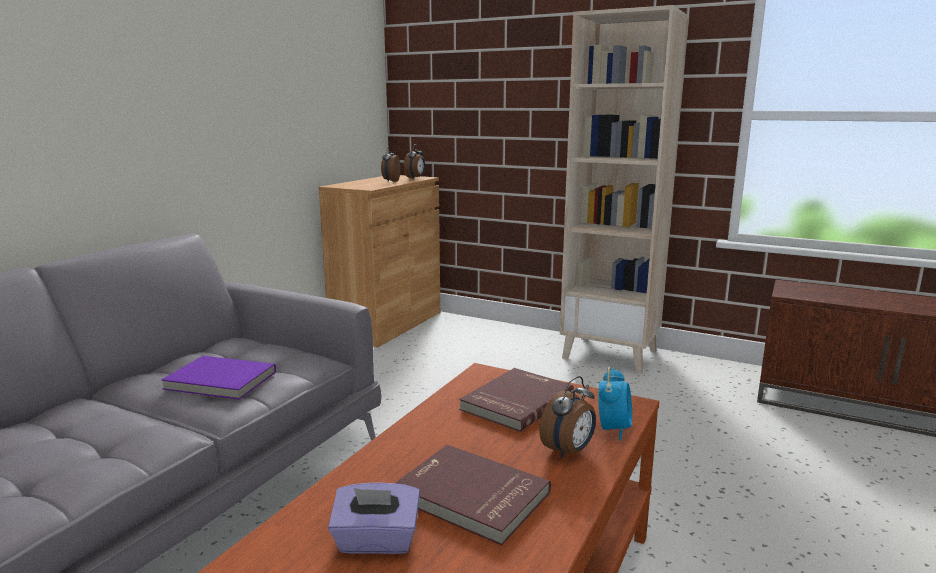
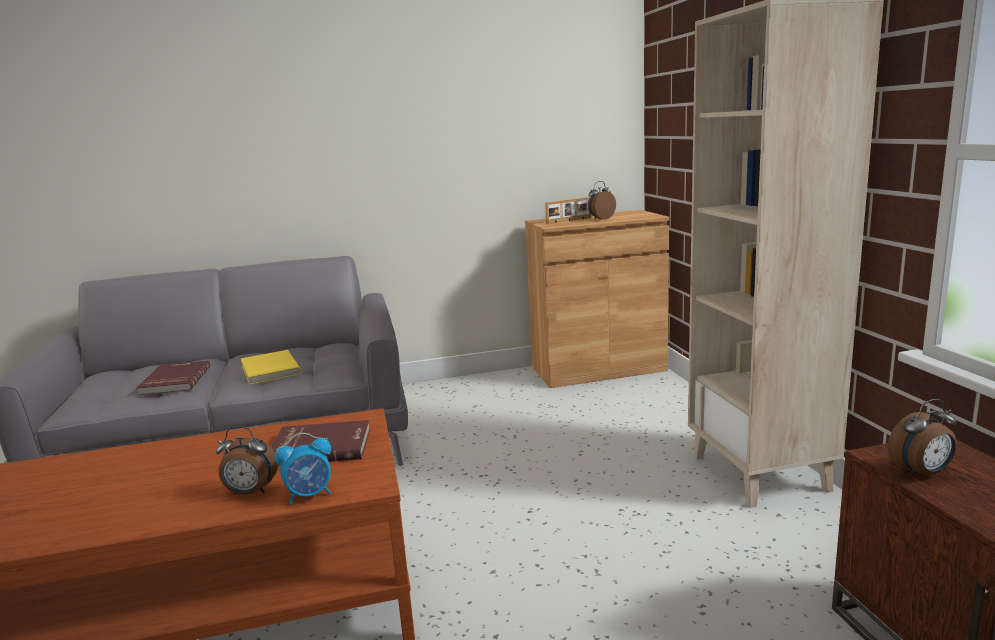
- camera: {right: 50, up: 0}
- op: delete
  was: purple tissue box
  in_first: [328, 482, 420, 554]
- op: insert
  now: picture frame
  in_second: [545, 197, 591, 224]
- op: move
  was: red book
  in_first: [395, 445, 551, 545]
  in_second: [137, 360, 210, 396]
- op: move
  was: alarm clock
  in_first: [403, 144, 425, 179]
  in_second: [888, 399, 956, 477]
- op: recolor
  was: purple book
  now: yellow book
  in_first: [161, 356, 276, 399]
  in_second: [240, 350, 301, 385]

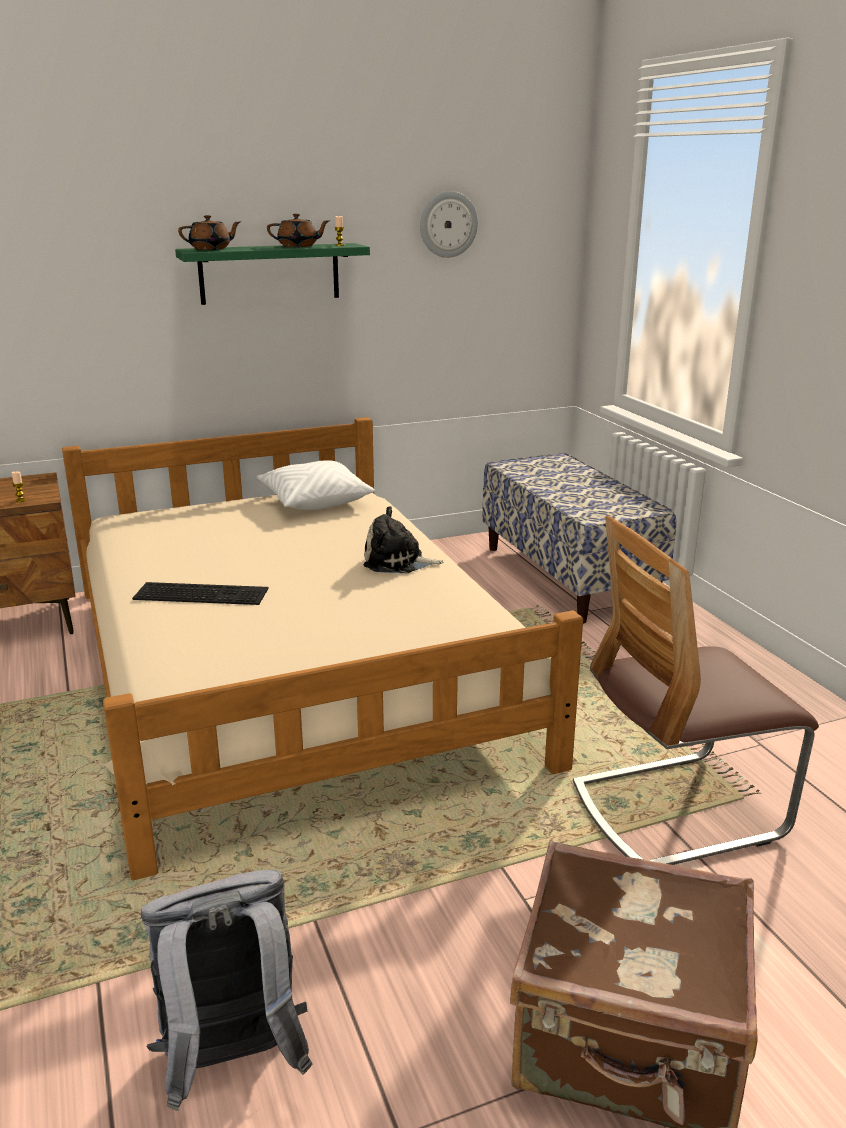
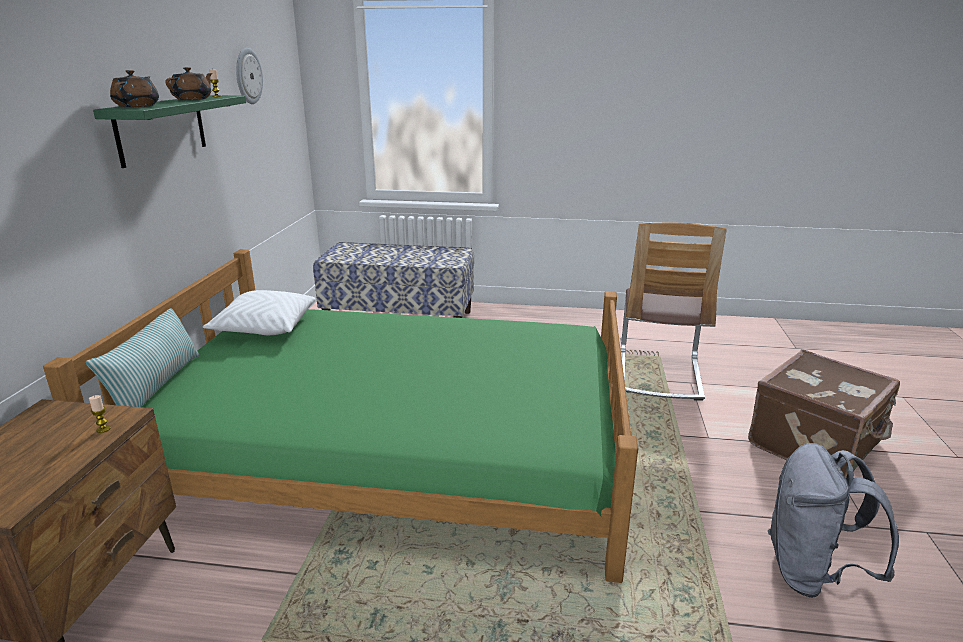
- camera: {right: -60, up: 0}
- op: delete
  was: keyboard
  in_first: [132, 582, 269, 605]
- op: delete
  was: plush toy
  in_first: [363, 506, 444, 573]
- op: insert
  now: pillow
  in_second: [86, 308, 200, 407]
- op: recolor
  was: beige bed
  now: green bed
  in_first: [62, 417, 583, 881]
  in_second: [43, 249, 638, 583]

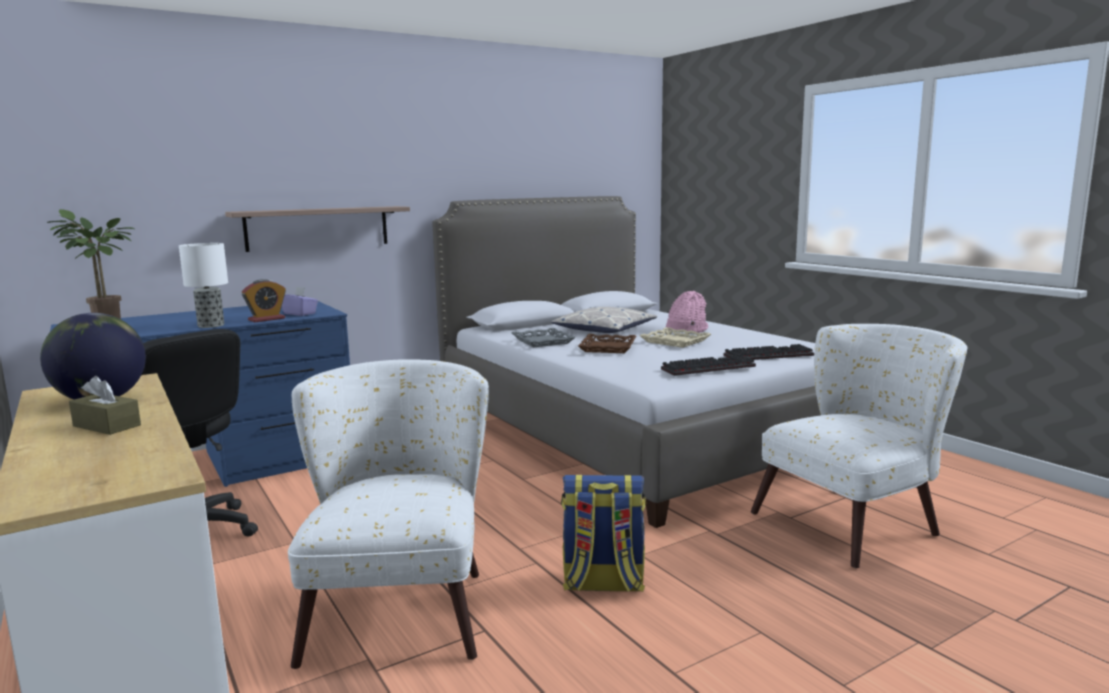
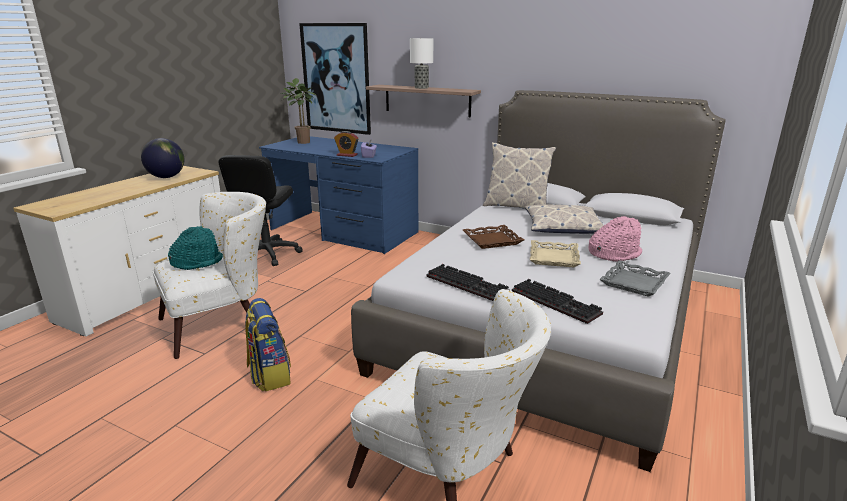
- camera: {right: 60, up: 10}
- op: delete
  was: brown tissue box
  in_first: [69, 376, 141, 435]
- op: insert
  now: turquoise hat
  in_second: [168, 226, 223, 270]
- op: insert
  now: picture
  in_second: [299, 23, 371, 135]
- op: insert
  now: pillow
  in_second: [483, 142, 556, 209]
- op: move
  was: table lamp
  in_first: [179, 243, 228, 328]
  in_second: [410, 38, 433, 89]
- op: move
  was: grey tray
  in_first: [511, 328, 576, 348]
  in_second: [599, 260, 671, 297]

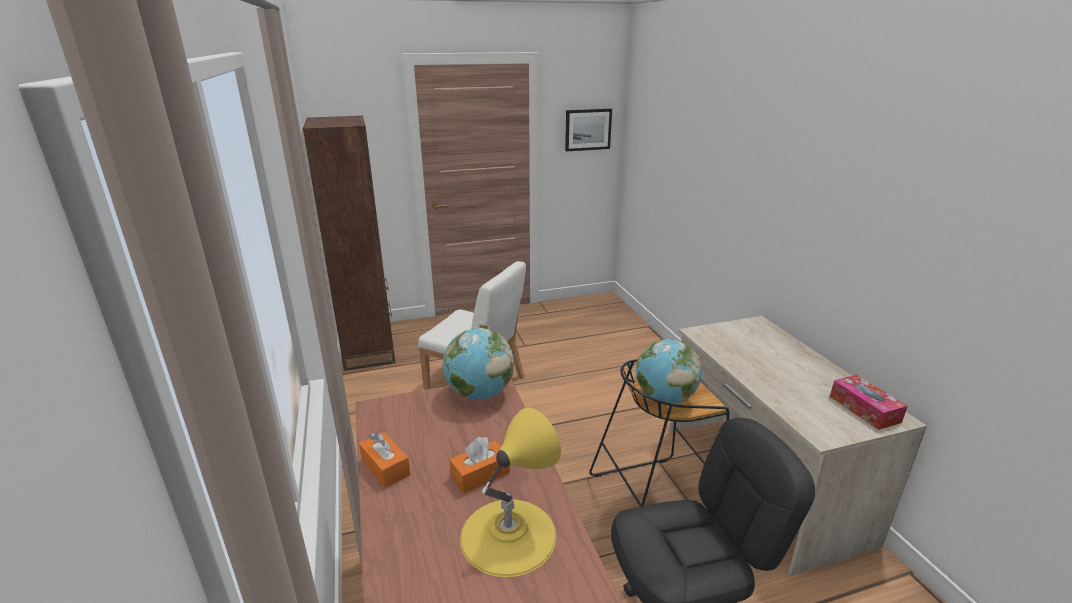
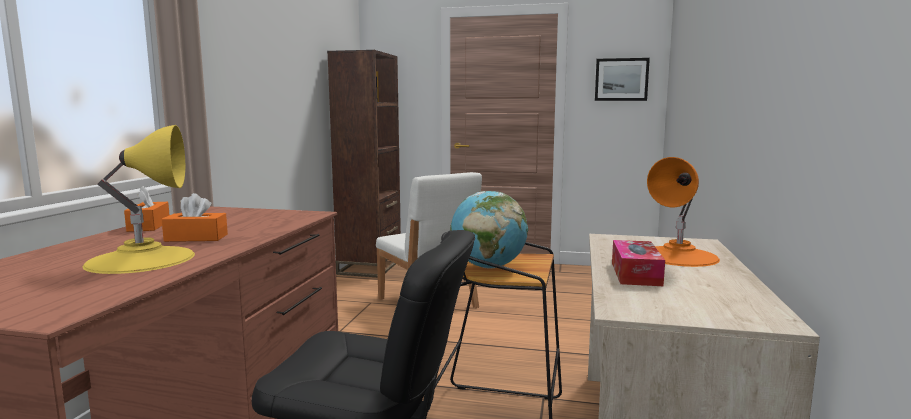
- camera: {right: 30, up: -15}
- op: delete
  was: globe
  in_first: [443, 328, 514, 400]
- op: insert
  now: orange table lamp
  in_second: [647, 157, 720, 267]
- op: move
  was: tissue box
  in_first: [830, 375, 908, 430]
  in_second: [612, 240, 665, 286]

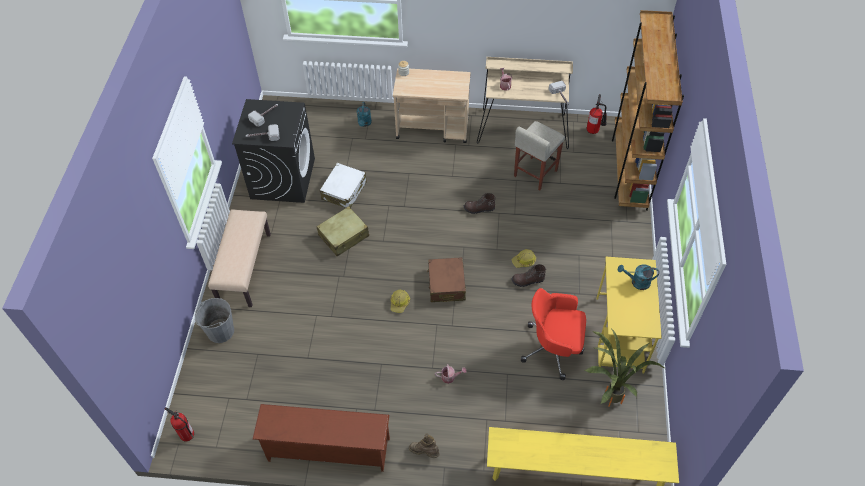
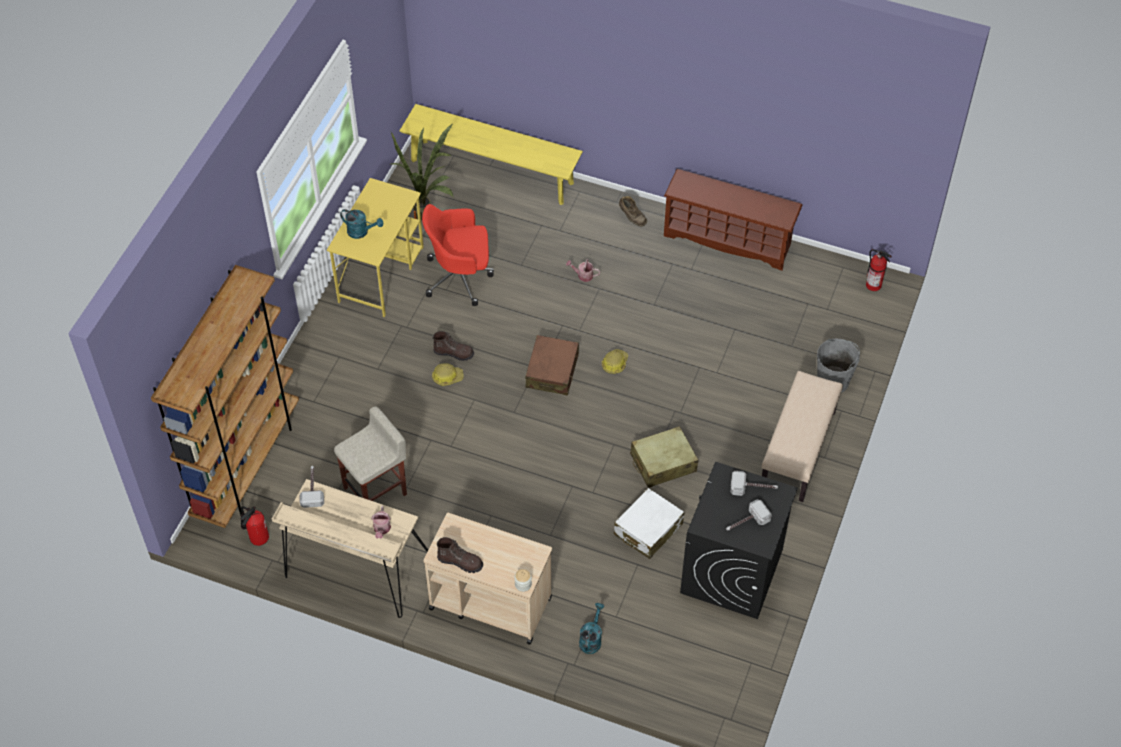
- camera: {right: -165, up: 0}
- op: move
  was: brown boot
  in_first: [464, 193, 496, 214]
  in_second: [437, 537, 483, 573]
- op: rotate
  was: red office chair
  in_first: [521, 288, 586, 380]
  in_second: [422, 204, 494, 306]
  clockwise: 150

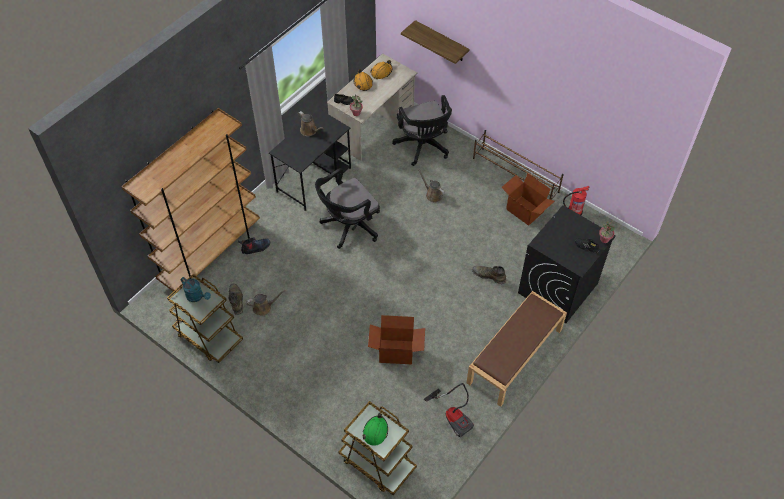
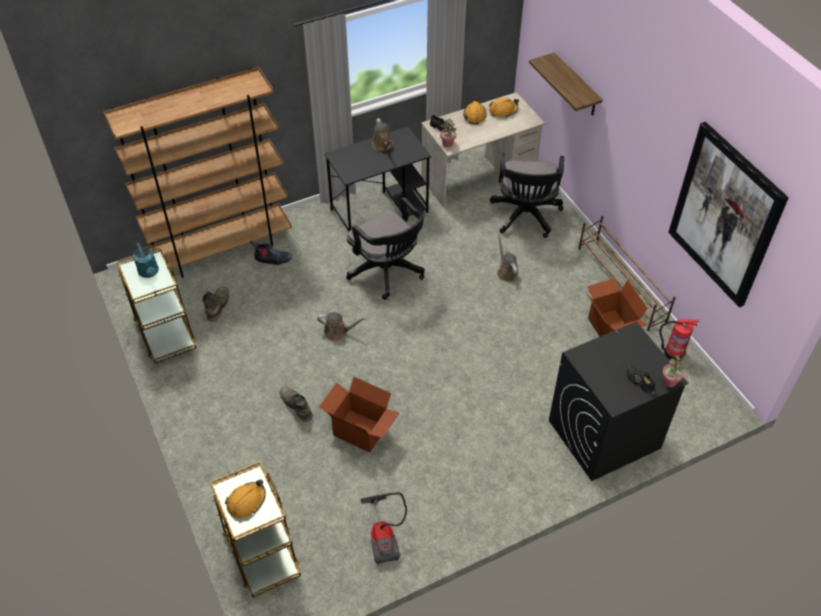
- camera: {right: 25, up: -5}
- op: delete
  was: brown bench
  in_first: [467, 291, 567, 407]
- op: insert
  now: picture
  in_second: [668, 122, 789, 308]
- op: move
  was: brown watering can
  in_first: [246, 290, 285, 316]
  in_second: [317, 312, 366, 341]
- op: move
  was: green boot
  in_first: [472, 266, 506, 284]
  in_second: [280, 387, 313, 422]
- op: recolor
  was: green hard hat
  now: orange hard hat
  in_first: [362, 413, 388, 446]
  in_second: [225, 479, 266, 518]
- op: rotate
  was: black office chair
  in_first: [315, 168, 380, 249]
  in_second: [346, 197, 425, 300]
  clockwise: -120

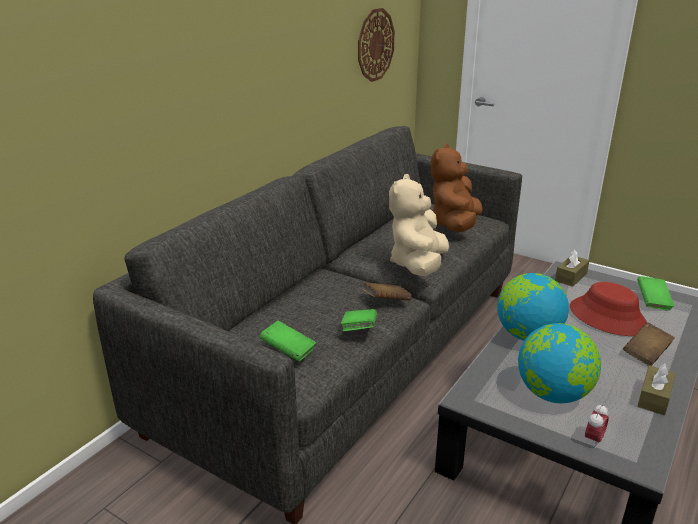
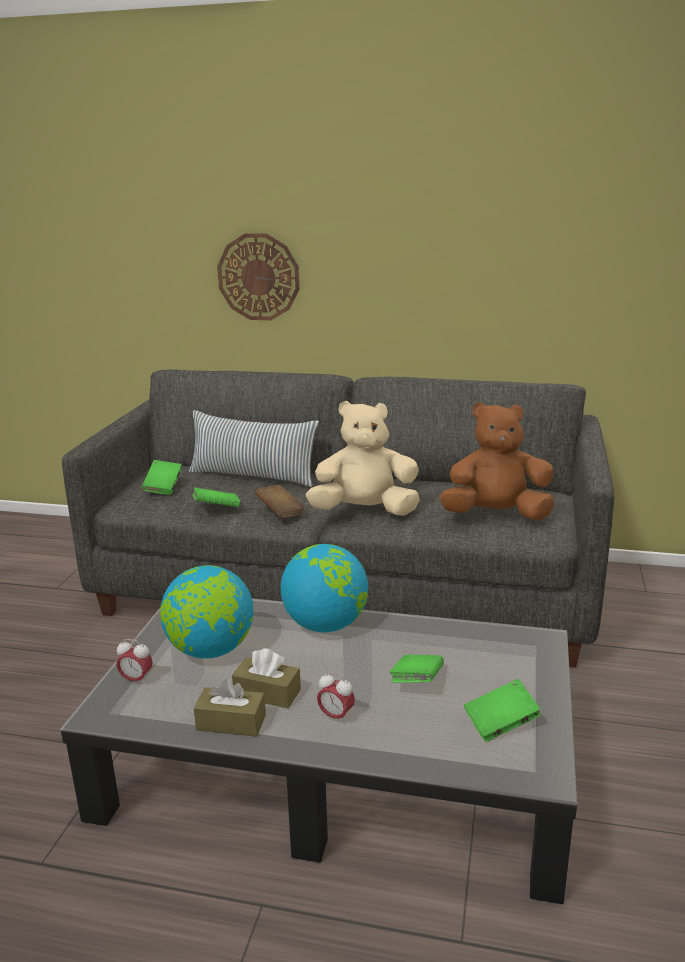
- camera: {right: 70, up: -5}
- op: insert
  now: pillow
  in_second: [189, 410, 319, 487]
- op: move
  was: wall clock
  in_first: [358, 8, 395, 82]
  in_second: [217, 234, 300, 320]
- op: move
  was: brown tissue box
  in_first: [555, 249, 589, 287]
  in_second: [232, 648, 301, 708]
- op: replace
  was: red hat
  now: green book
  in_first: [570, 282, 647, 336]
  in_second: [389, 655, 444, 683]
- op: replace
  was: brown book
  now: alarm clock
  in_first: [623, 322, 675, 366]
  in_second: [317, 672, 355, 724]

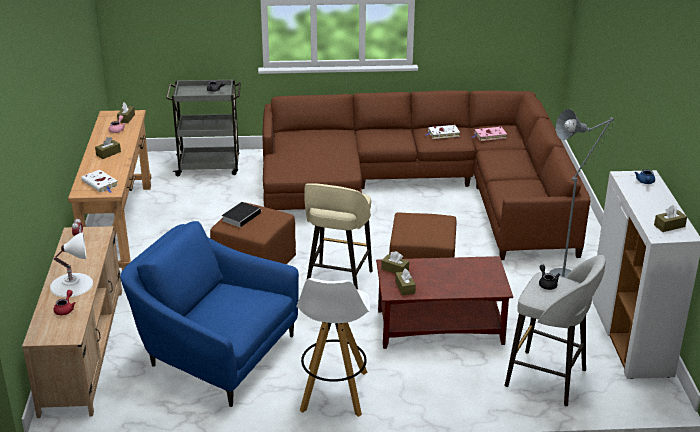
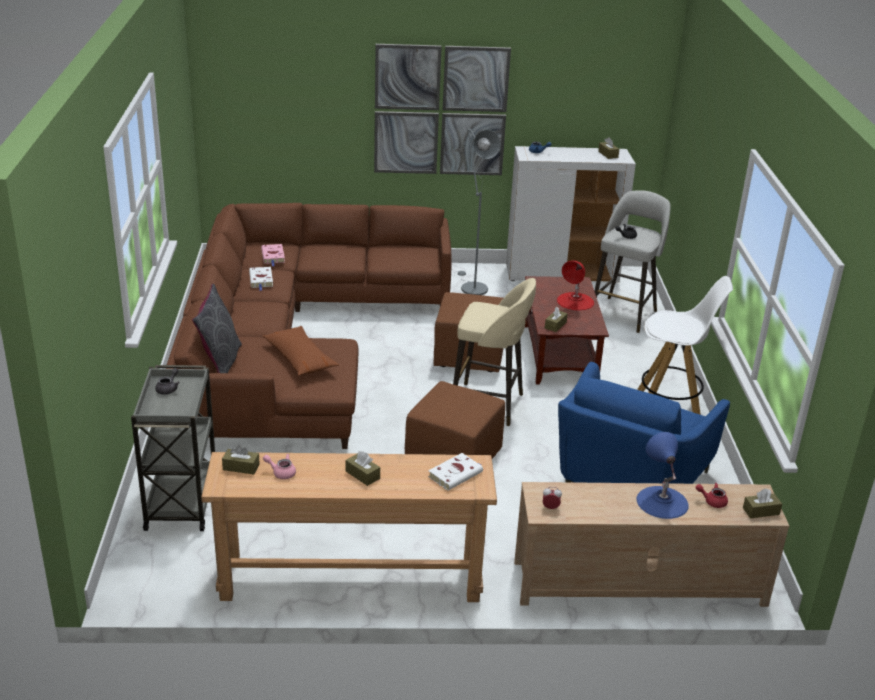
- camera: {right: -90, up: 0}
- op: delete
  was: book
  in_first: [222, 202, 261, 228]
- op: insert
  now: grey pillow
  in_second: [192, 284, 242, 373]
- op: insert
  now: brown pillow
  in_second: [263, 326, 339, 376]
- op: insert
  now: picture
  in_second: [374, 44, 511, 175]
- op: insert
  now: red table lamp
  in_second: [557, 260, 594, 311]
- op: move
  was: brown tissue box
  in_first: [395, 269, 416, 295]
  in_second: [743, 488, 782, 518]
- op: recolor
  was: white table lamp
  now: blue table lamp
  in_first: [50, 232, 93, 297]
  in_second: [637, 432, 689, 519]

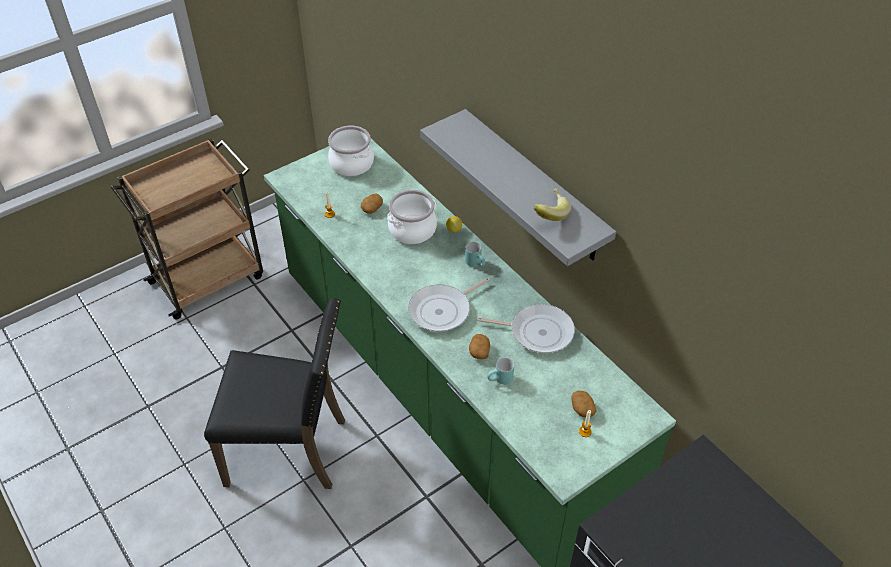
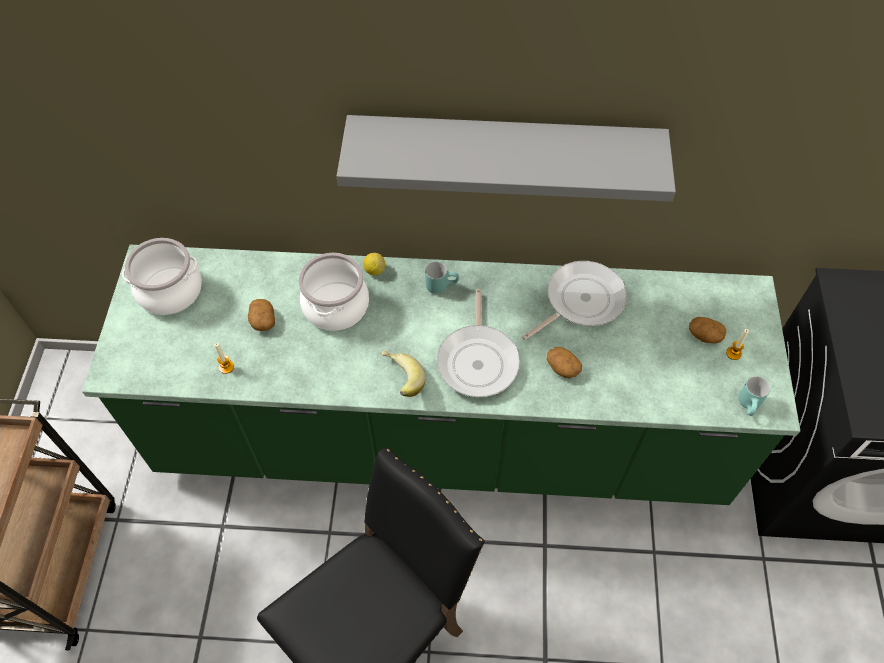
- camera: {right: -50, up: 10}
- op: move
  was: turquoise mug
  in_first: [487, 358, 514, 385]
  in_second: [738, 376, 770, 416]
- op: move
  was: banana
  in_first: [533, 189, 571, 221]
  in_second: [382, 350, 426, 397]

